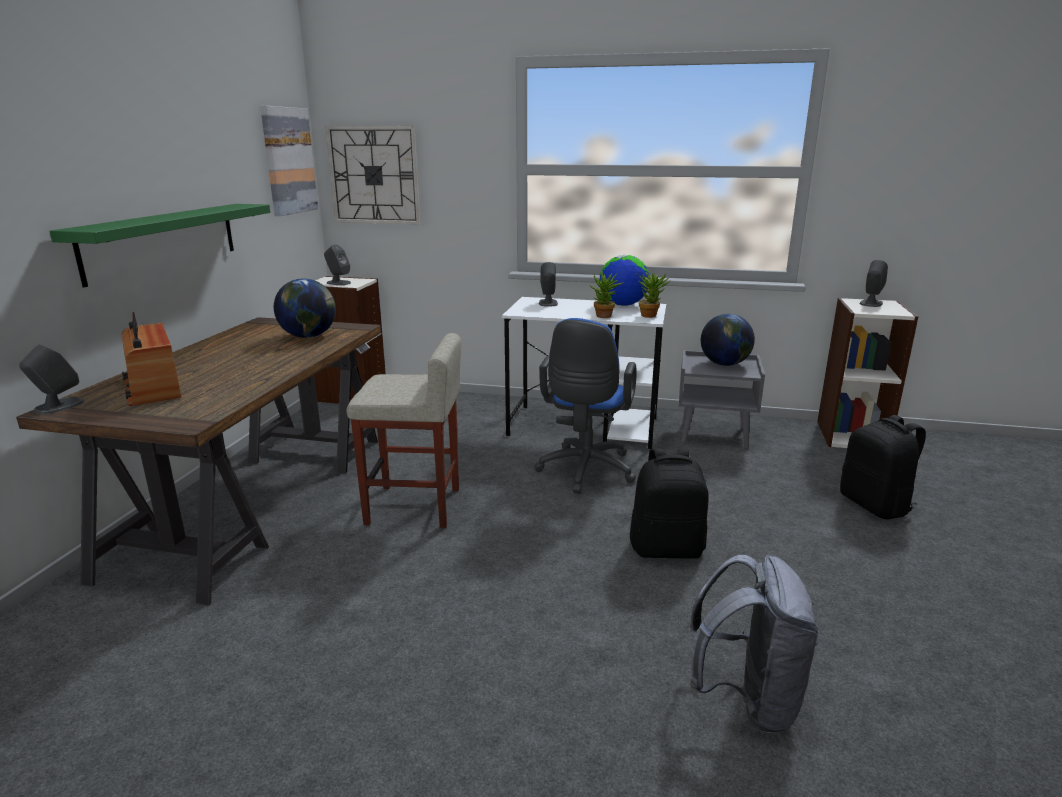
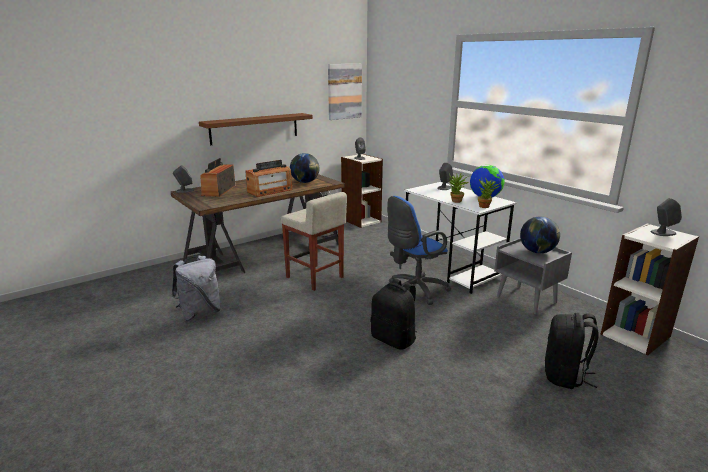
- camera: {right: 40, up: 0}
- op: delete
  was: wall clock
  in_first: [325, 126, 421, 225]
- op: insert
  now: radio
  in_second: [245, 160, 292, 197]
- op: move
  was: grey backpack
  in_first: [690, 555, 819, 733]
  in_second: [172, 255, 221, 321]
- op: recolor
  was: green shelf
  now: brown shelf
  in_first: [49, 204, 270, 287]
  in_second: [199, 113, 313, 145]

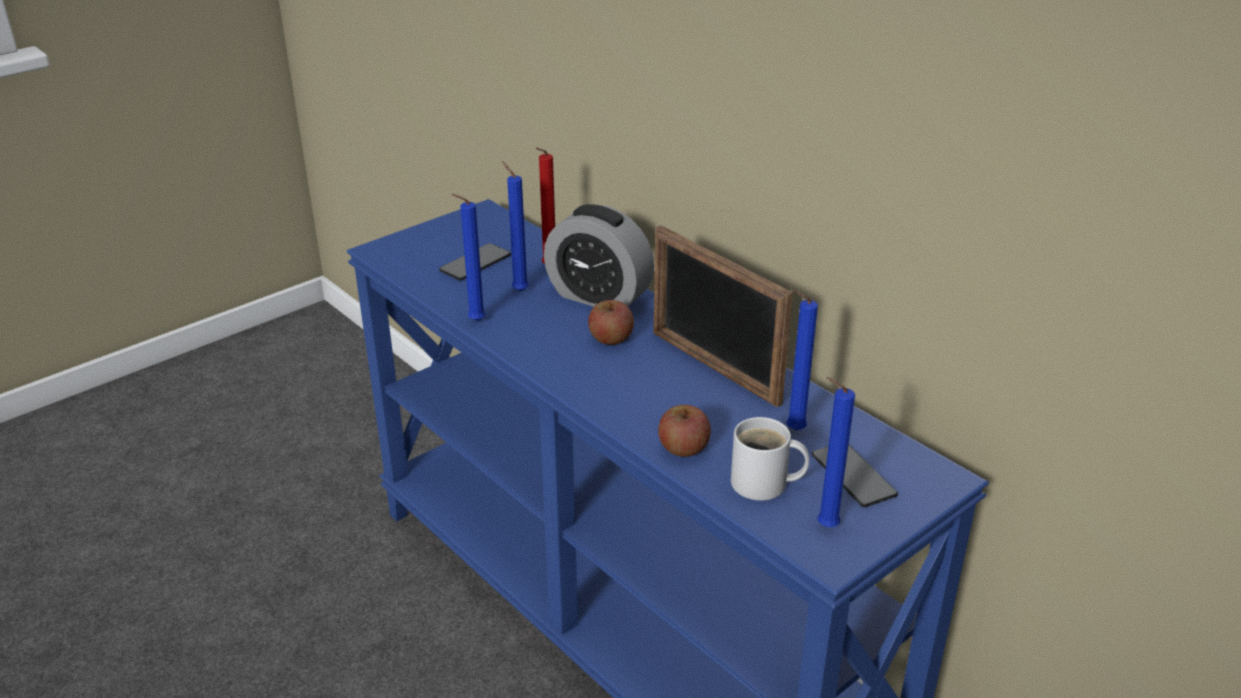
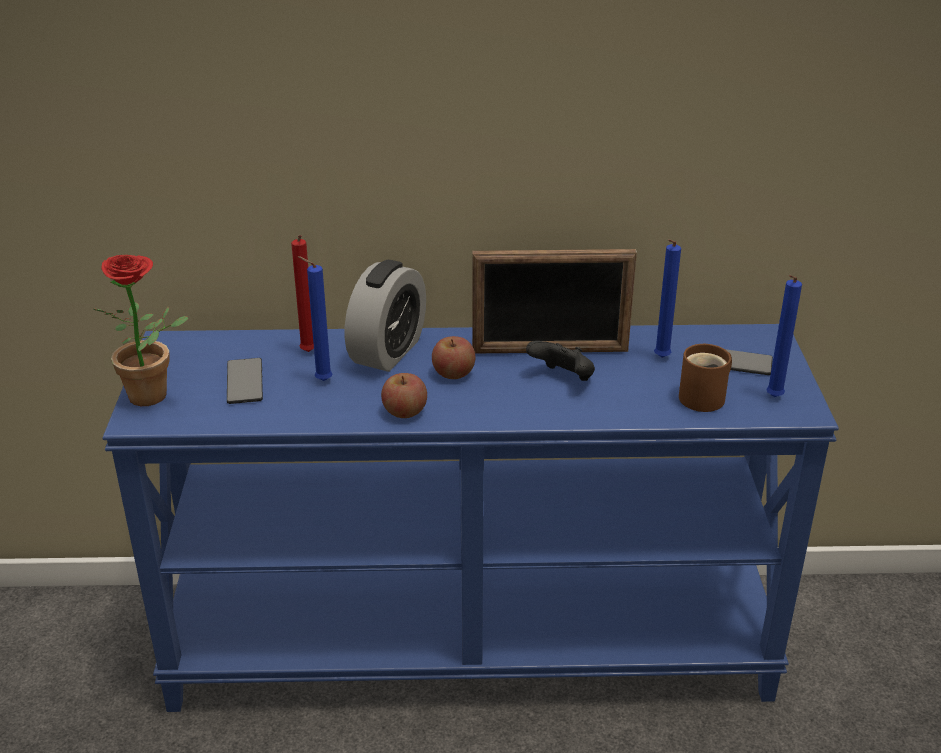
- camera: {right: -50, up: 0}
- op: delete
  was: blue candle
  in_first: [451, 194, 486, 321]
- op: insert
  now: potted plant
  in_second: [93, 255, 188, 406]
- op: insert
  now: black game controller
  in_second: [526, 341, 595, 381]
- op: move
  was: apple
  in_first: [658, 405, 711, 457]
  in_second: [381, 373, 427, 418]
- op: recolor
  was: white mug
  now: brown mug
  in_first: [731, 417, 809, 501]
  in_second: [679, 344, 732, 412]
- op: rotate
  was: alarm clock
  in_first: [544, 204, 654, 307]
  in_second: [345, 260, 426, 372]
  clockwise: -45

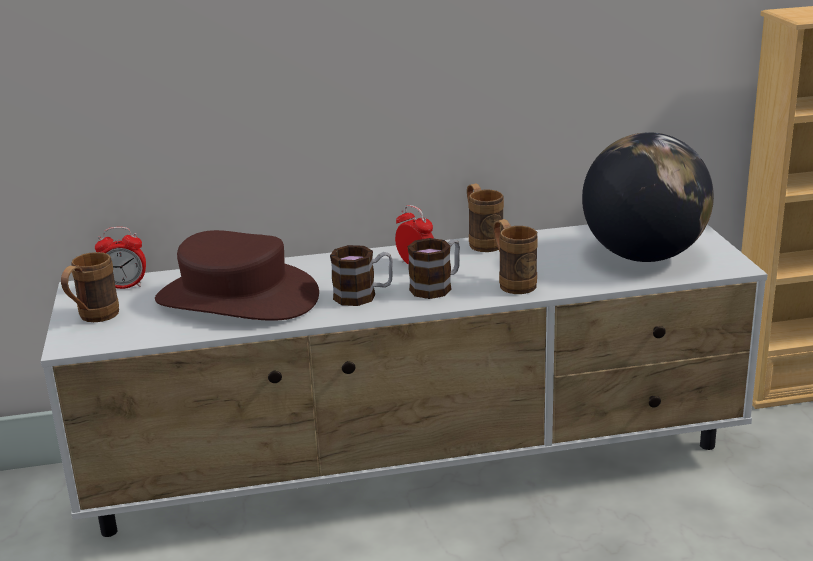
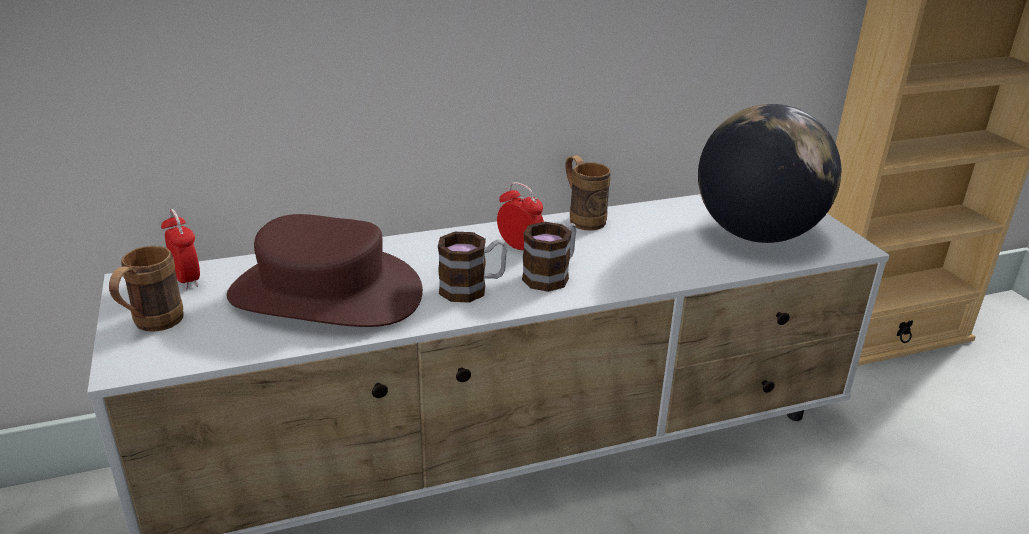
- camera: {right: -10, up: 5}
- op: delete
  was: brown mug
  in_first: [493, 219, 538, 294]
- op: rotate
  was: alarm clock
  in_first: [95, 227, 146, 289]
  in_second: [161, 209, 200, 289]
  clockwise: -105

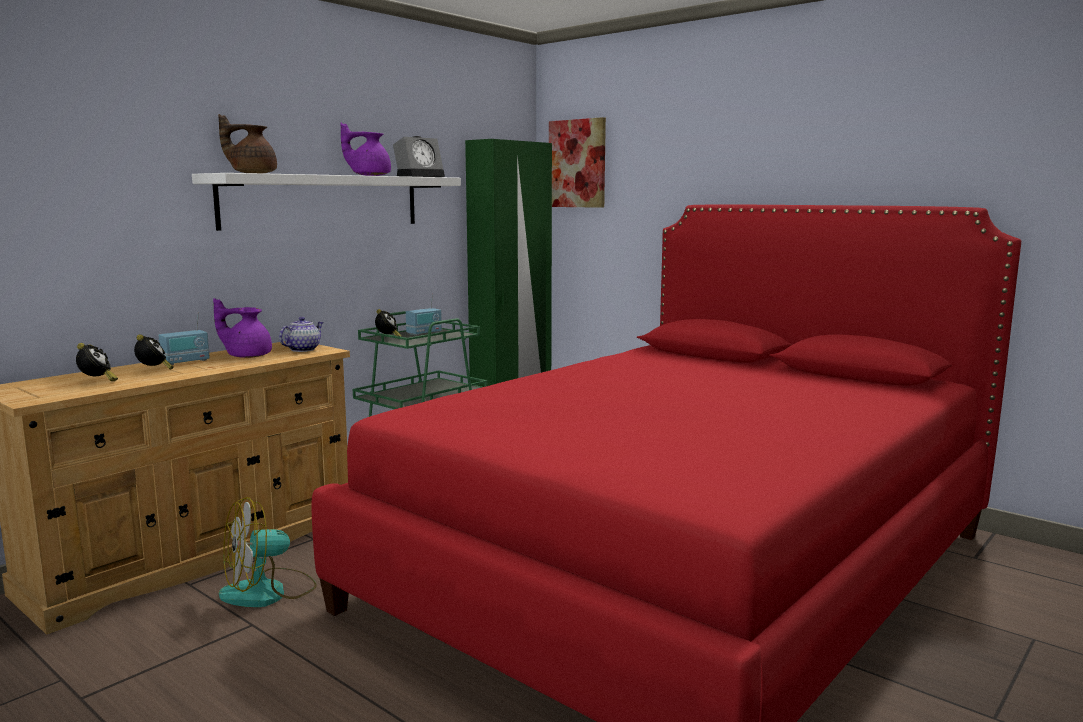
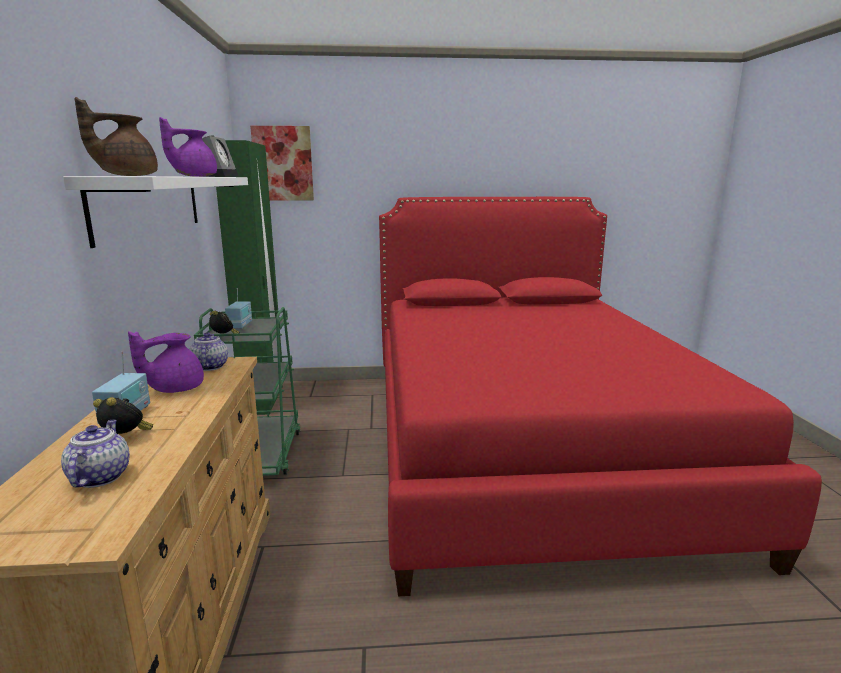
- camera: {right: -45, up: 5}
- op: delete
  was: fan
  in_first: [219, 497, 317, 607]
- op: replace
  was: alarm clock
  now: teapot
  in_first: [76, 343, 118, 381]
  in_second: [61, 420, 130, 488]

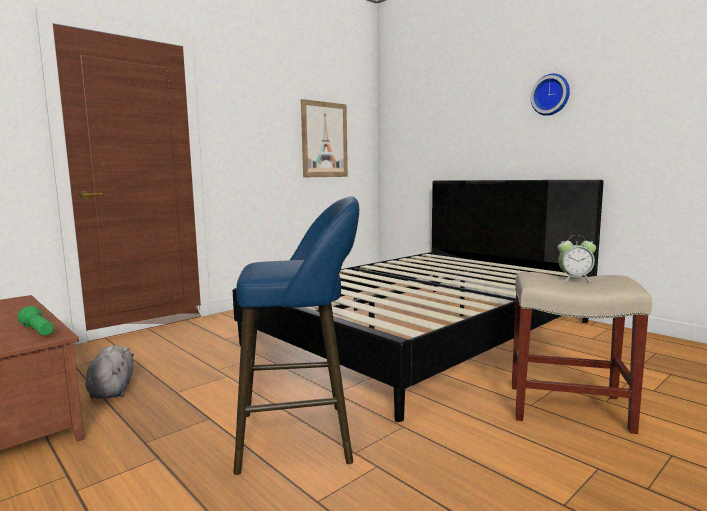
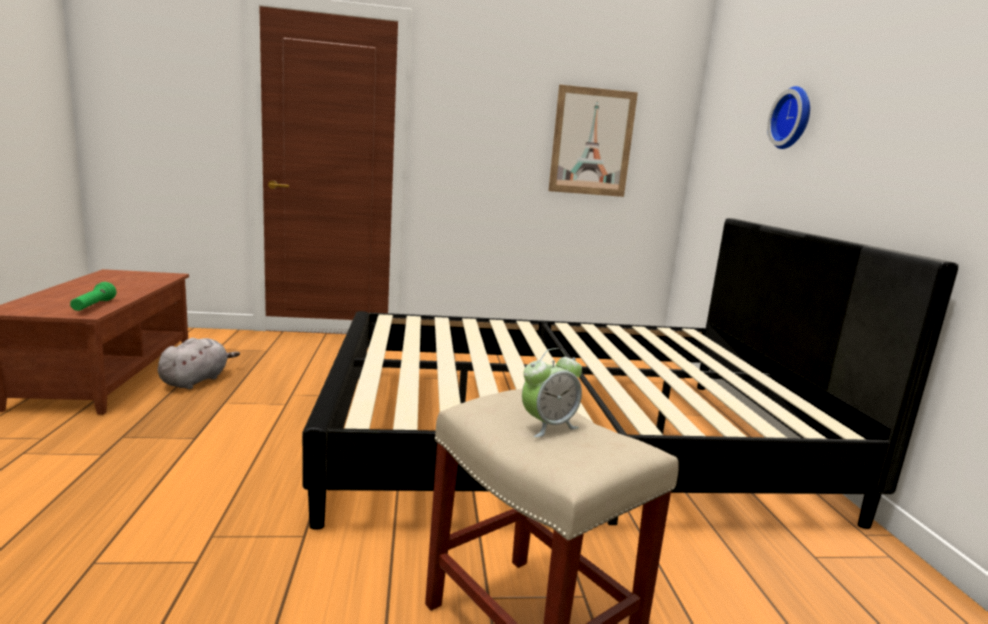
- camera: {right: 35, up: 5}
- op: delete
  was: blue stool
  in_first: [233, 196, 359, 475]
- op: move
  was: wall clock
  in_first: [531, 74, 570, 116]
  in_second: [767, 86, 810, 149]
- op: rotate
  was: alarm clock
  in_first: [557, 235, 596, 281]
  in_second: [522, 348, 582, 437]
  clockwise: -75

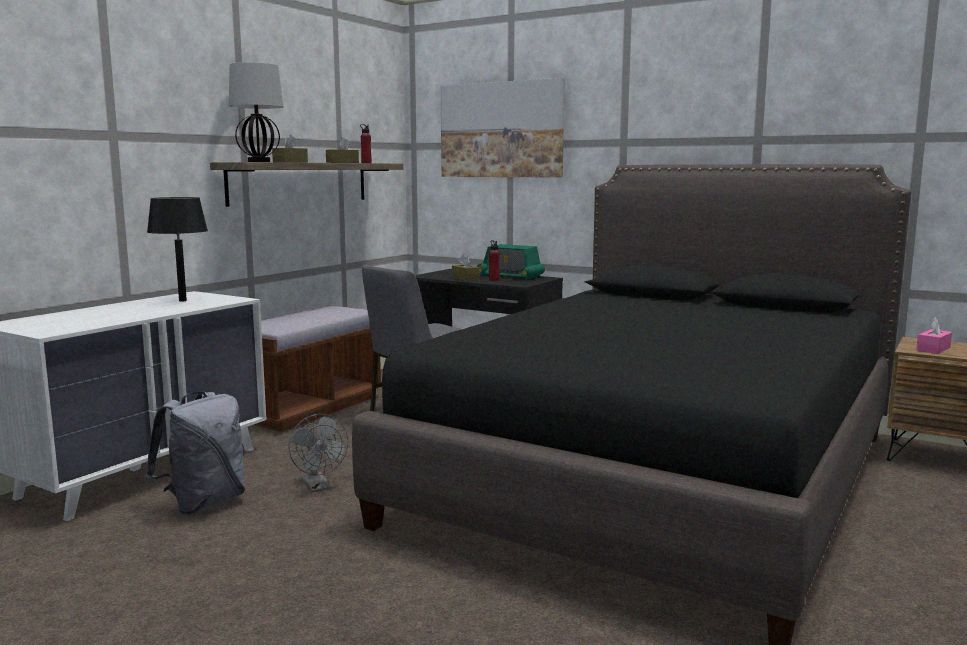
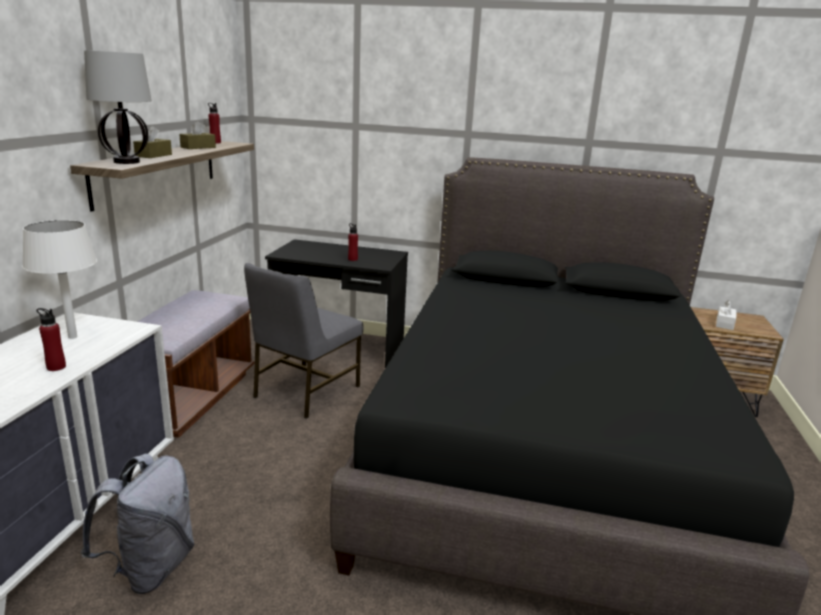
- camera: {right: -20, up: 10}
- op: delete
  was: grey fan
  in_first: [289, 414, 348, 492]
- op: delete
  was: picture
  in_first: [441, 78, 565, 178]
- op: delete
  was: brown tissue box
  in_first: [452, 254, 479, 281]
- op: delete
  was: radio
  in_first: [477, 244, 545, 280]
- op: insert
  now: red bottle
  in_second: [36, 308, 66, 371]
- op: recolor
  was: black table lamp
  now: white table lamp
  in_first: [147, 197, 208, 301]
  in_second: [22, 220, 97, 339]
- op: recolor
  was: pink tissue box
  now: white tissue box
  in_first: [916, 317, 952, 354]
  in_second: [716, 300, 736, 330]

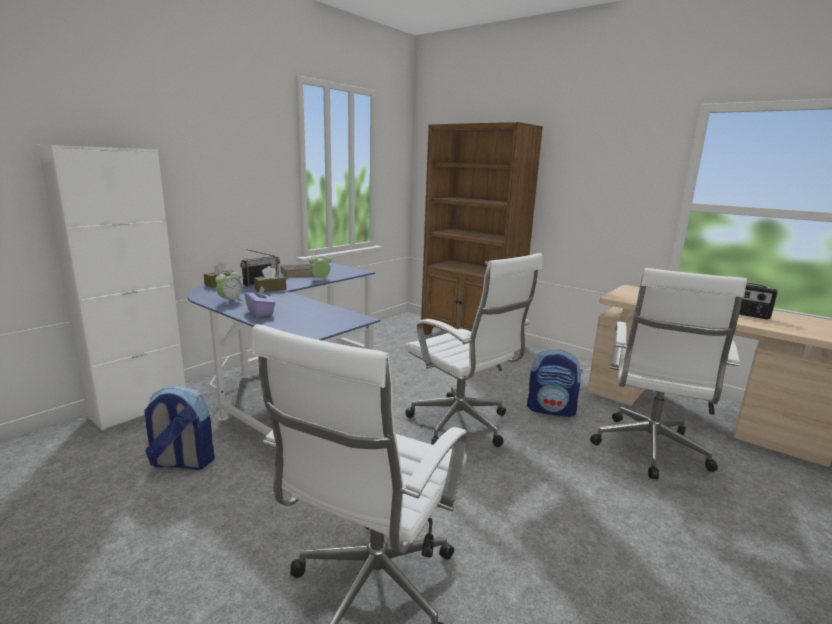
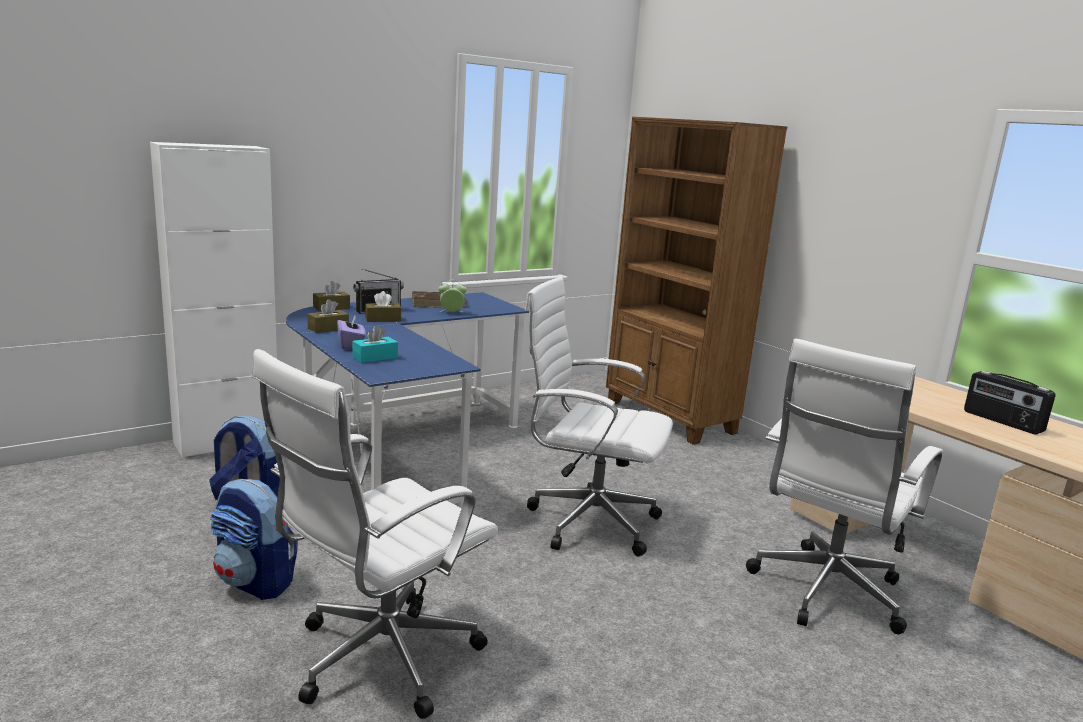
- camera: {right: 15, up: 0}
- op: insert
  now: turquoise tissue box
  in_second: [352, 325, 398, 363]
- op: move
  was: backpack
  in_first: [527, 349, 583, 417]
  in_second: [210, 479, 298, 600]
- op: replace
  was: alarm clock
  now: brown tissue box
  in_first: [215, 269, 243, 305]
  in_second: [307, 299, 349, 333]
- op: rotate
  was: white office chair
  in_first: [405, 253, 542, 447]
  in_second: [525, 277, 673, 556]
  clockwise: 135

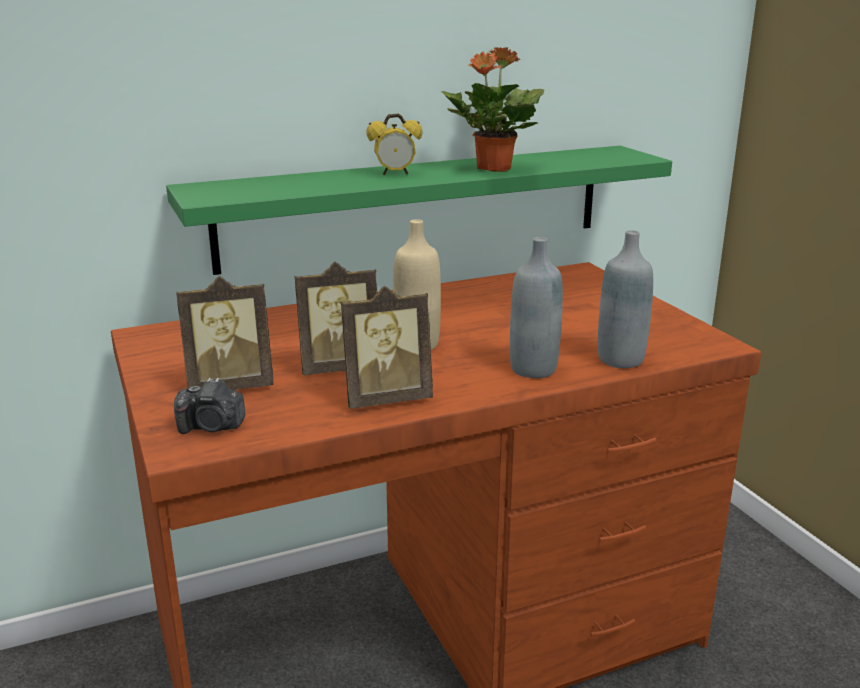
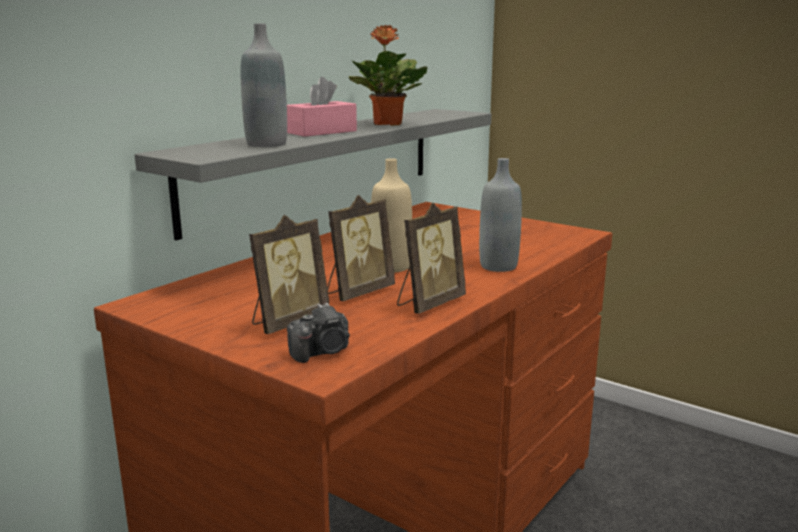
- camera: {right: -30, up: -5}
- op: move
  was: grey bottle
  in_first: [598, 230, 653, 368]
  in_second: [241, 23, 287, 147]
- op: replace
  was: alarm clock
  now: pink tissue box
  in_first: [366, 114, 422, 175]
  in_second: [287, 77, 357, 137]
- op: recolor
  was: green shelf
  now: grey shelf
  in_first: [166, 146, 672, 275]
  in_second: [135, 109, 491, 240]

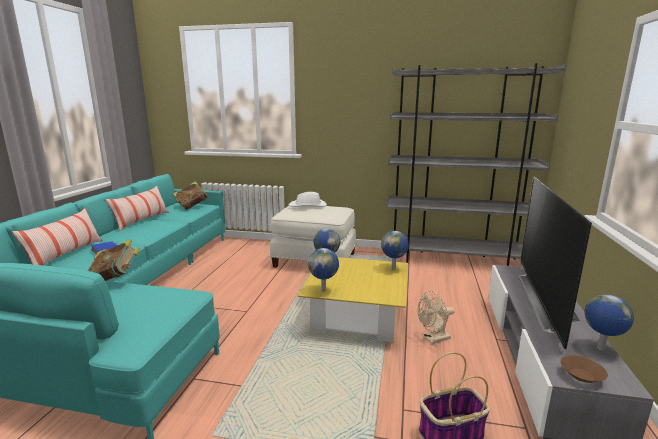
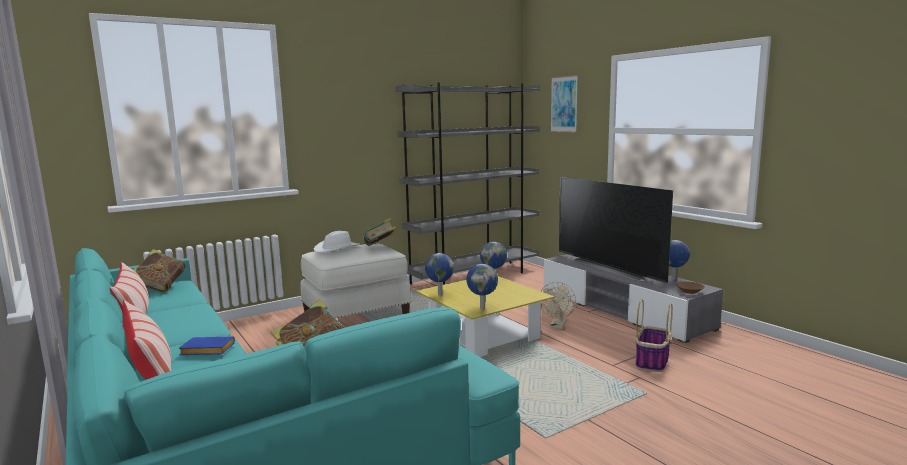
- camera: {right: -45, up: -5}
- op: insert
  now: book
  in_second: [363, 218, 396, 246]
- op: insert
  now: picture
  in_second: [550, 75, 578, 133]

